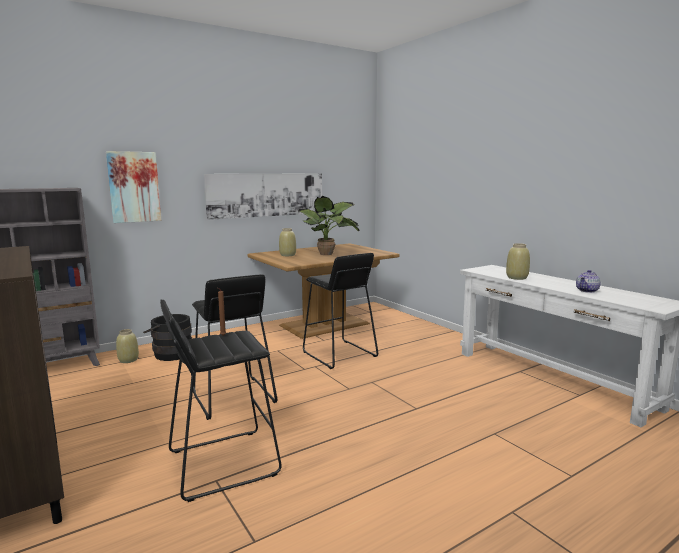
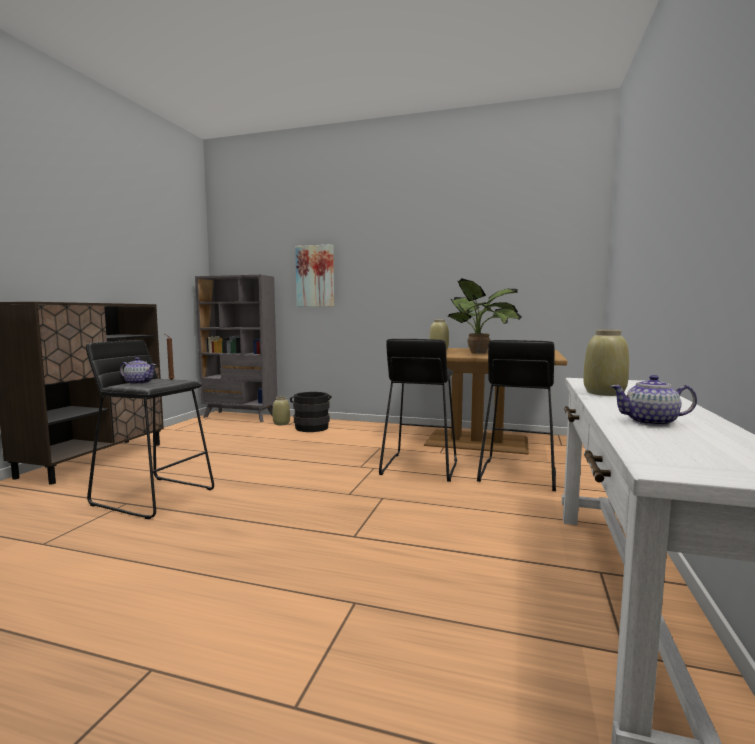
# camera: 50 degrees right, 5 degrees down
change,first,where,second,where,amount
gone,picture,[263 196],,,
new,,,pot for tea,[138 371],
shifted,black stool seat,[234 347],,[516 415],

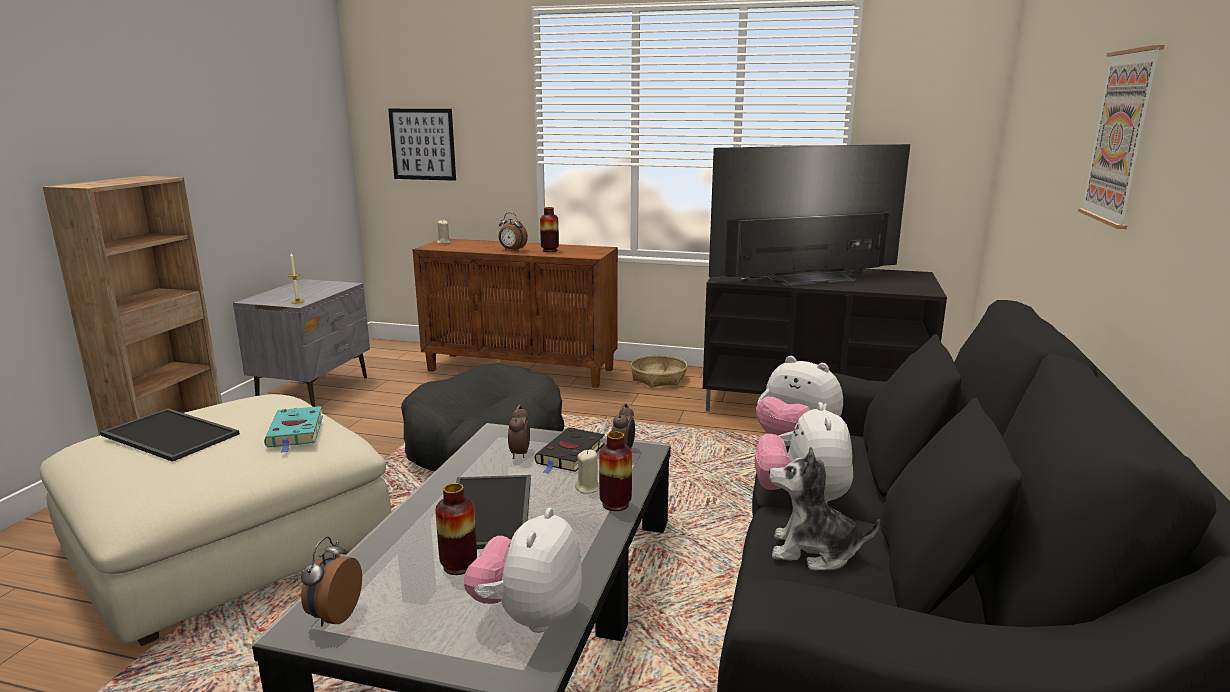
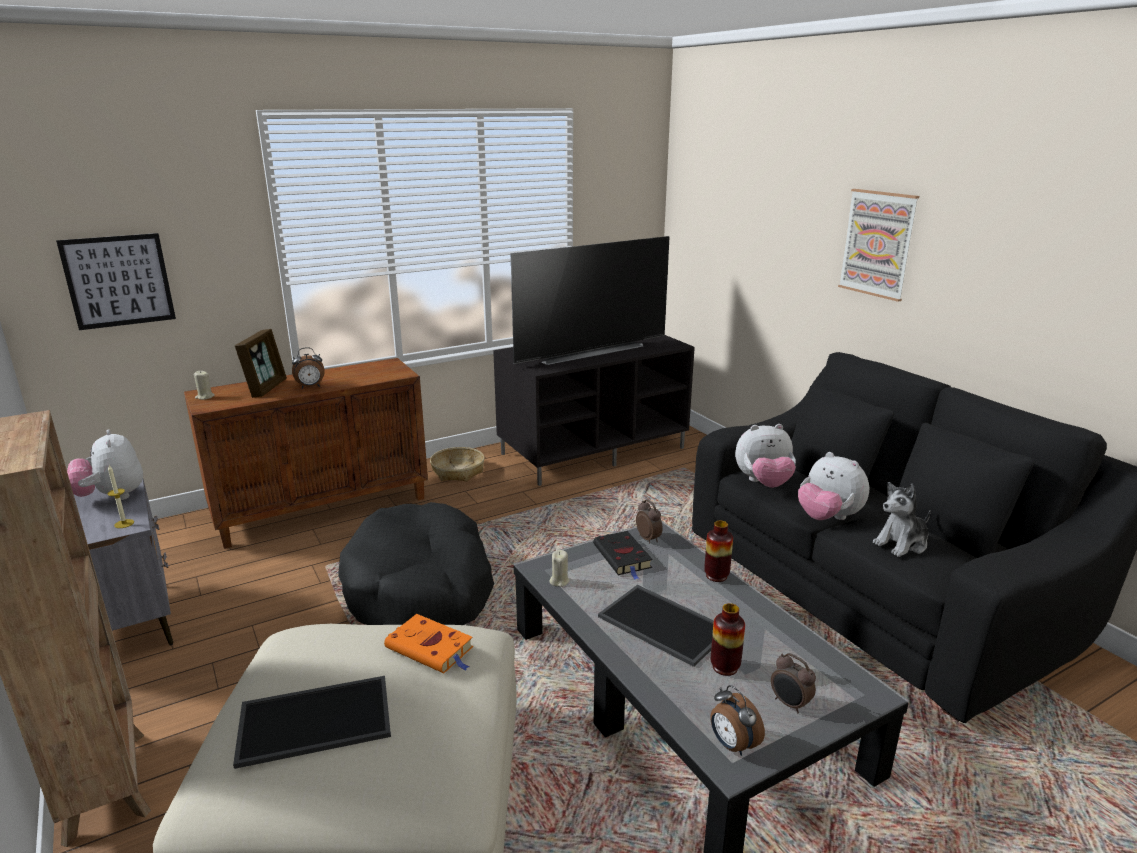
# camera: 45 degrees left, 5 degrees up
change,first,where,second,where,amount
gone,decorative vase,[549 229],,,
new,,,standing frame,[261 363],
shifted,cuddly toy,[523 570],,[105 464],
shifted,alarm clock,[519 432],,[793 683],
shifted,beige-coloured wax light,[587 471],,[560 568],
repainted,blue-green book,[293 429],orangey book,[428 643],
rotated,TV,[809 215],,[590 300],150 degrees counterclockwise

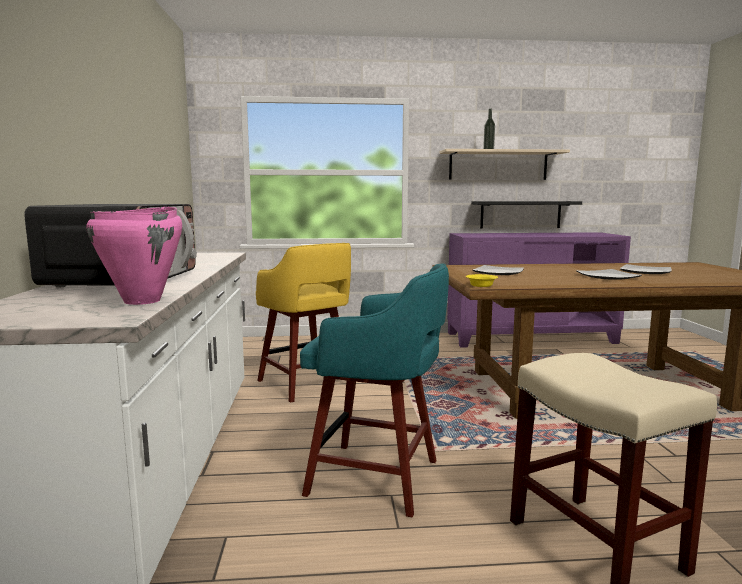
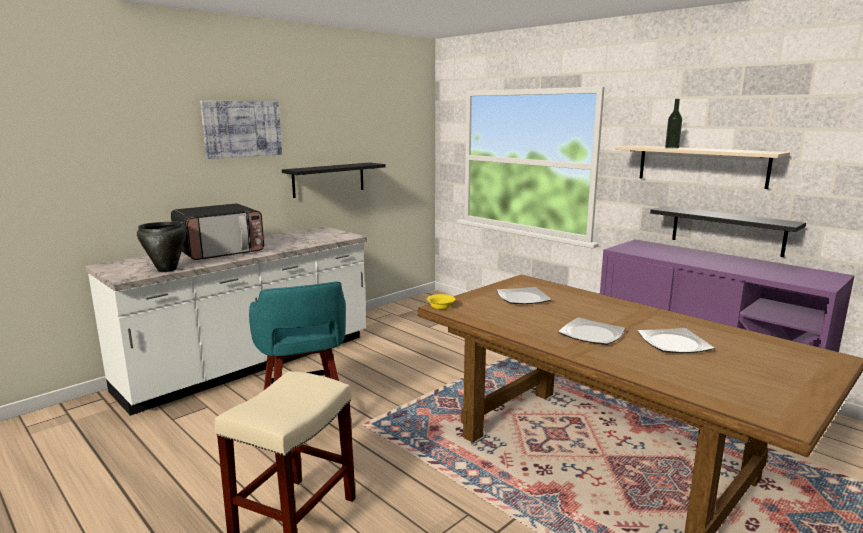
# camera: 50 degrees right, 5 degrees up
change,first,where,second,where,amount
gone,yellowish stool seat,[303 323],,,
new,,,picture,[241 130],
new,,,black wall shelf,[334 180],
repainted,pink saucepot,[134 255],black saucepot,[162 246],

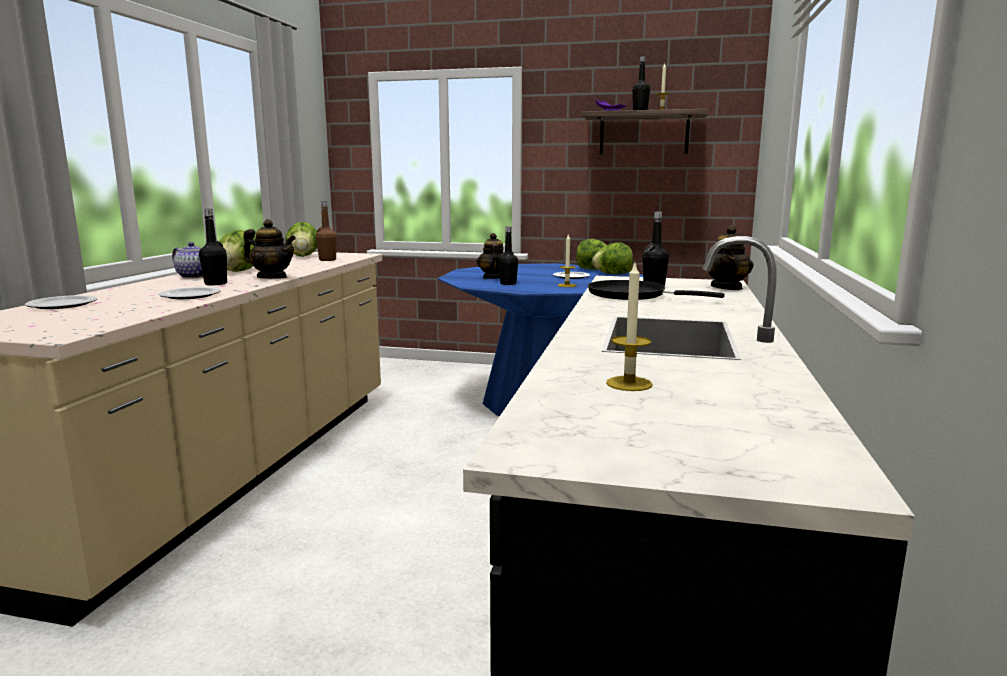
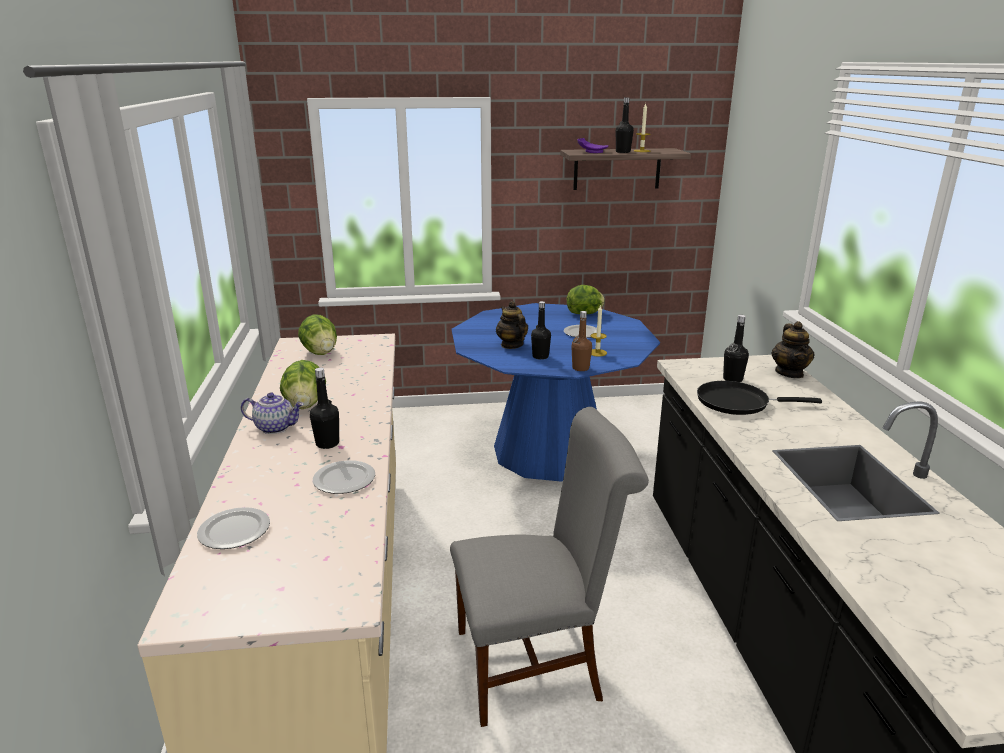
# camera: 20 degrees left, 10 degrees up
change,first,where,second,where,amount
gone,pot for tea,[270 249],,,
gone,lettuce,[612 258],,,
gone,wax light,[629 327],,,
new,,,grey plain chair,[549 567],
shifted,brown bottle,[326 231],,[581 341],

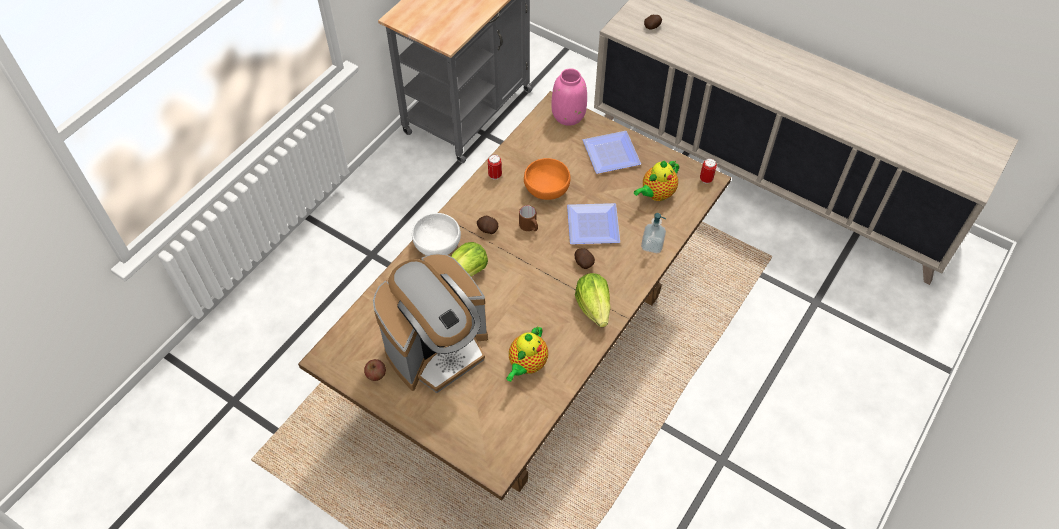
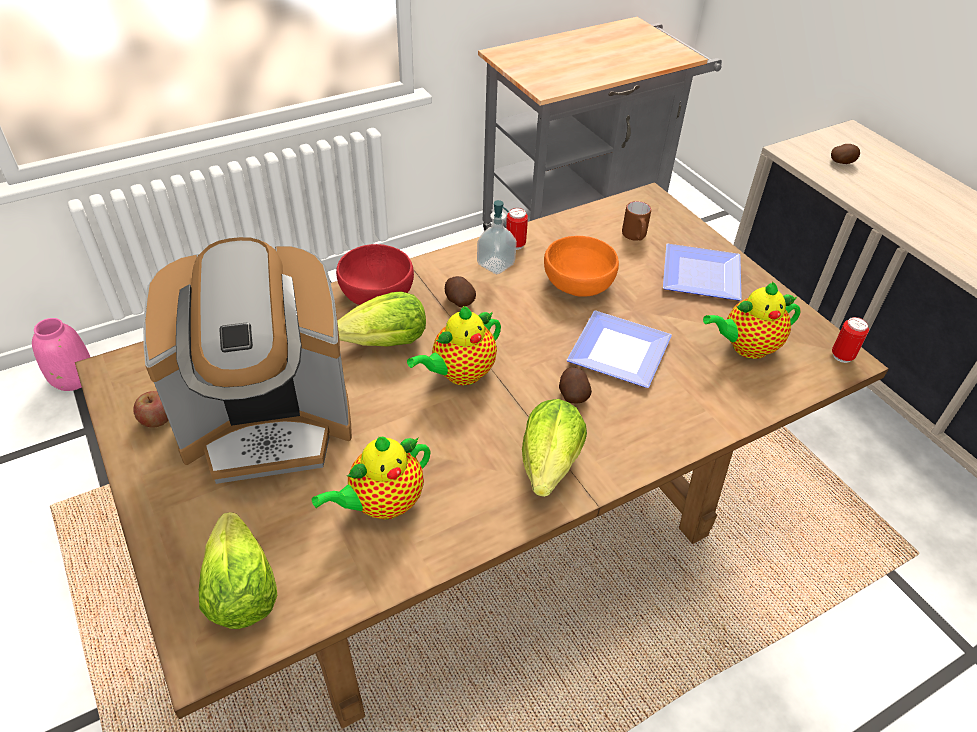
# camera: 25 degrees right, 10 degrees down
change,first,where,second,where,amount
new,,,lettuce,[238 570],
new,,,pot for tea,[454 345],
shifted,brown tea mug,[528 218],,[636 220],
shifted,pink decorative vase,[569 97],,[61 354],
shifted,soap dispenser,[653 233],,[497 237],
repainted,white serving bowl,[436 234],reddish serving bowl,[375 274],

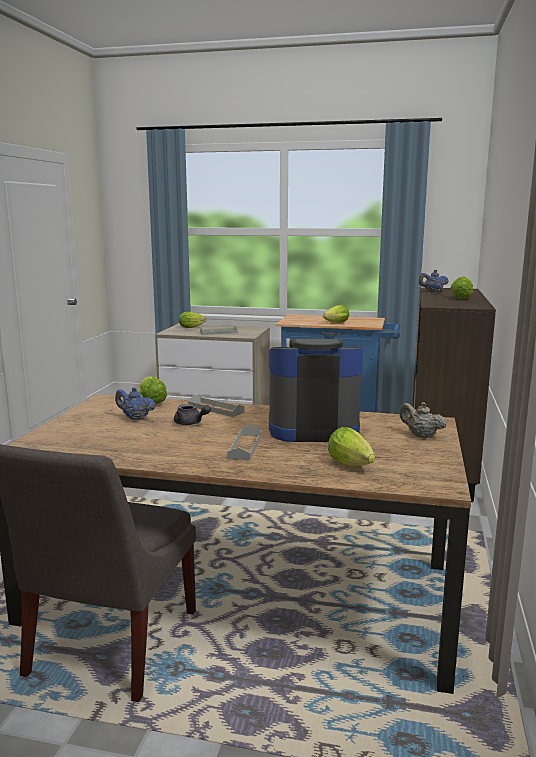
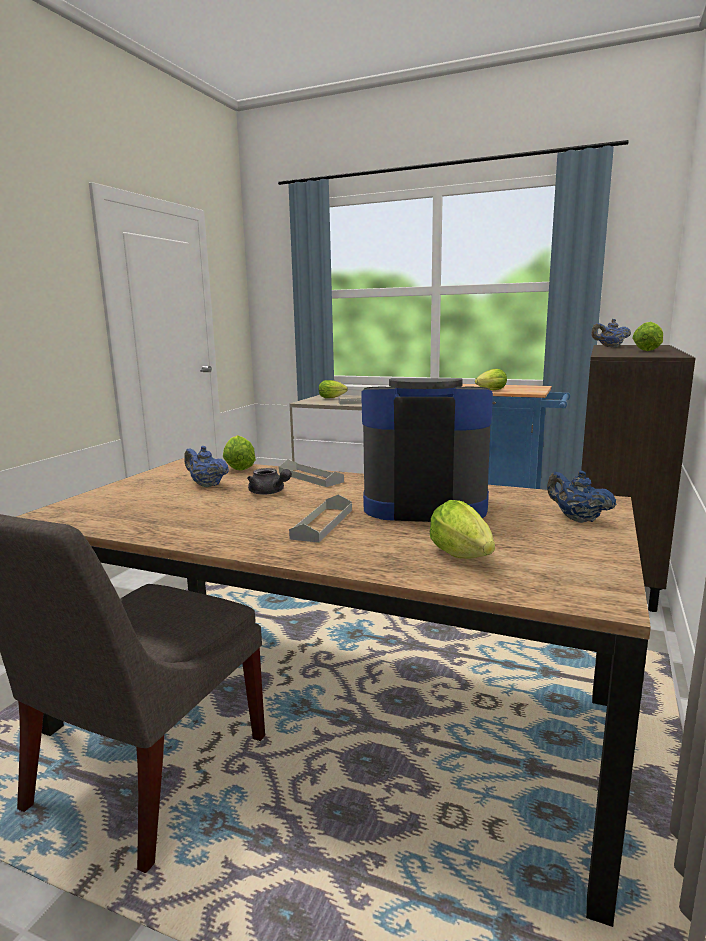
# camera: 10 degrees right, 0 degrees up
change,first,where,second,where,amount
repainted,beige-coloured pot for tea,[423 420],blue pot for tea,[581 496],

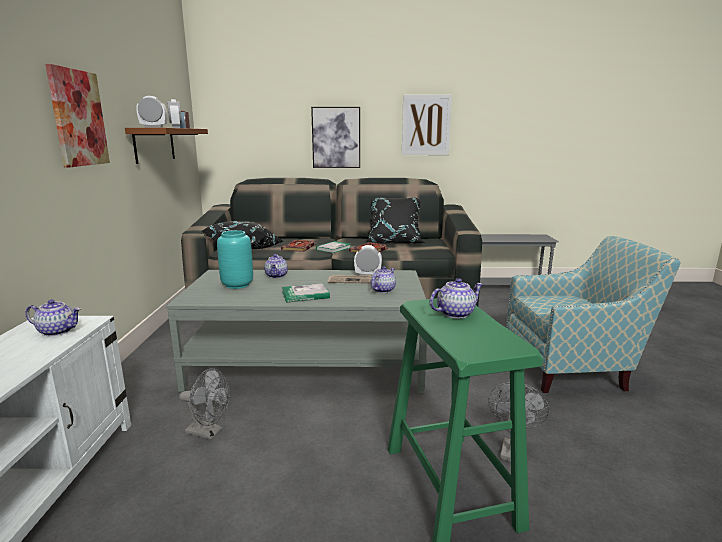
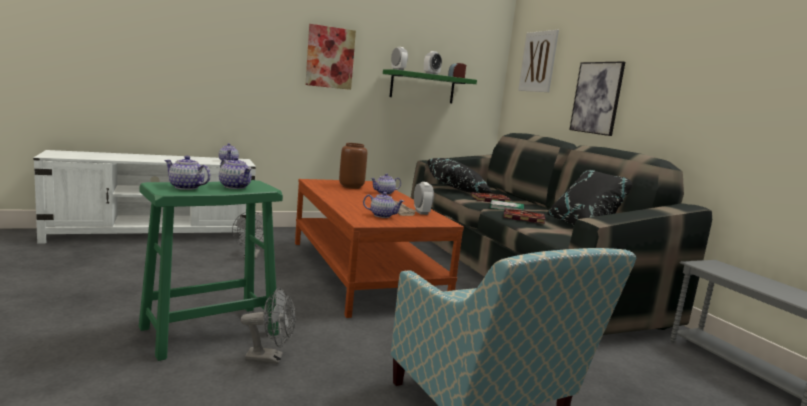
# camera: 65 degrees right, 5 degrees down
change,first,where,second,where,amount
gone,book,[306 293],,,
new,,,pot for tea,[187 173],
shifted,picture,[427 125],,[538 61],
repainted,brown wall shelf,[166 146],green-coloured wall shelf,[430 86],
repainted,grey coffee table,[296 331],brown coffee table,[379 248],
repainted,blue-green decorative vase,[235 259],brown decorative vase,[353 166],

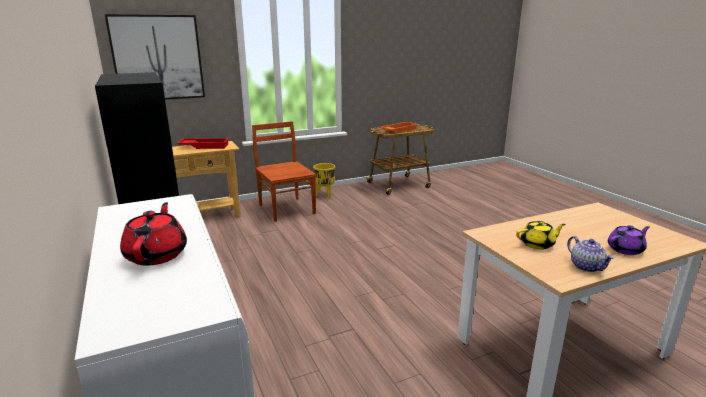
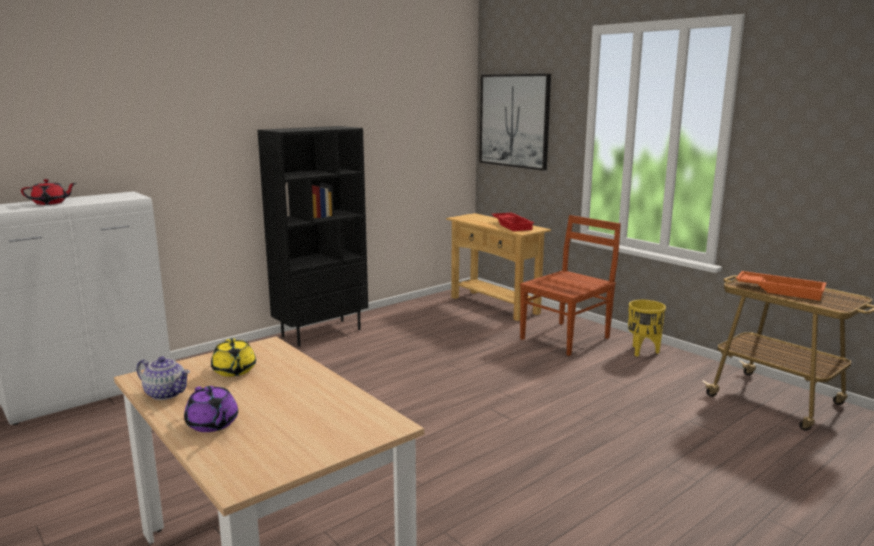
# camera: 75 degrees right, 5 degrees down
change,first,where,second,where,amount
rotated,pot for tea,[591 254],,[163 378],120 degrees counterclockwise

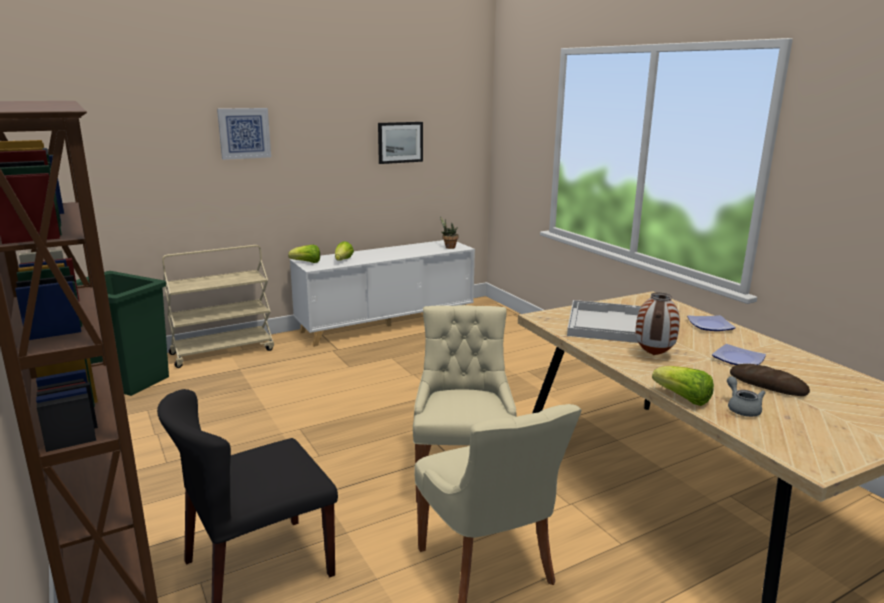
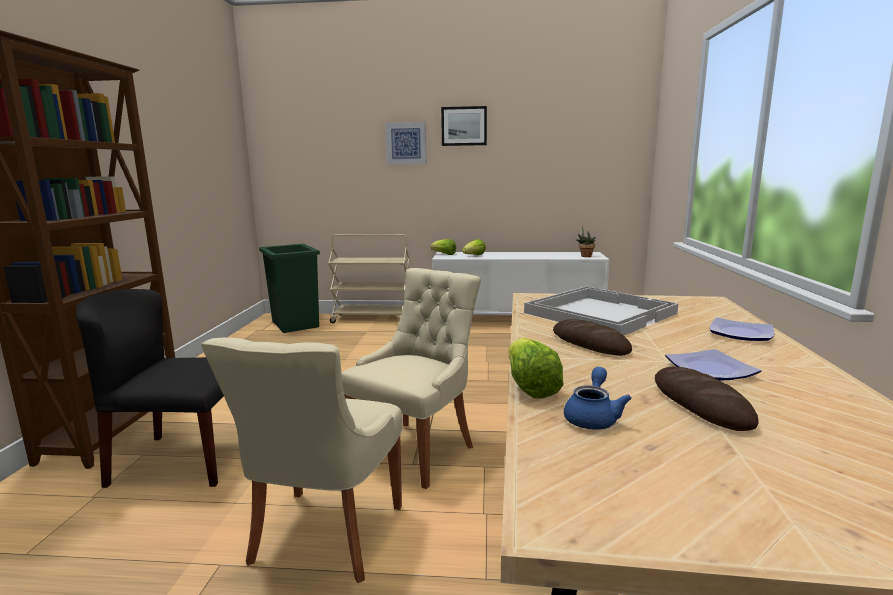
# camera: 35 degrees right, 5 degrees down
change,first,where,second,where,amount
shifted,picture,[400 143],,[464 126],
swapped,decorative vase,[657 324],bakery bread,[592 337],
repainted,grey pot for tea,[746 396],blue pot for tea,[598 398],

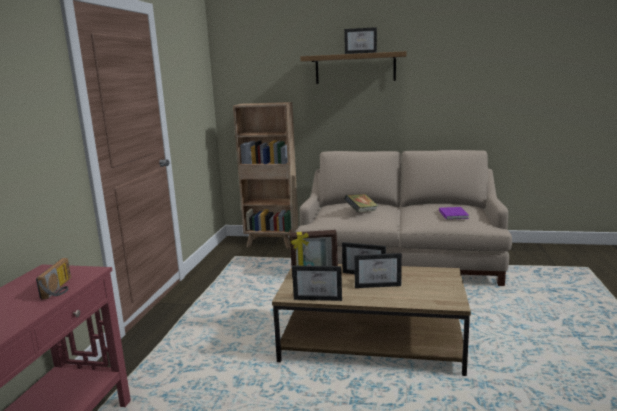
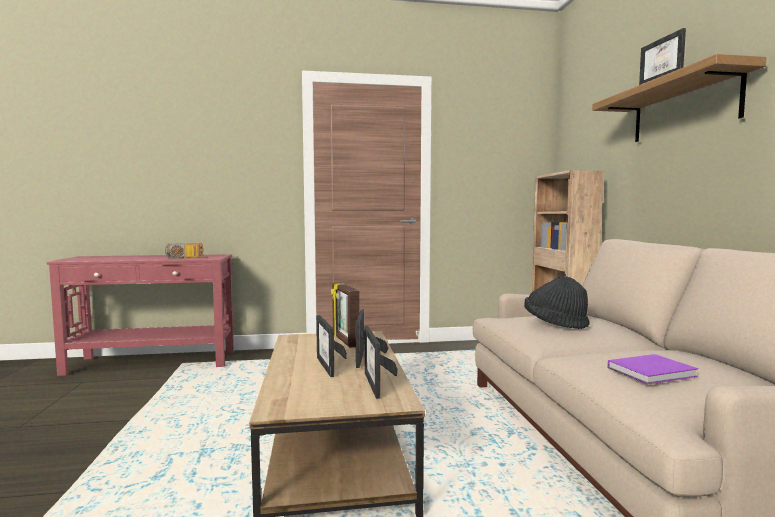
# camera: 70 degrees right, 10 degrees down
change,first,where,second,where,amount
shifted,standing frame,[317 283],,[381 362],
swapped,book,[361 203],black wearable hat,[557 302],

